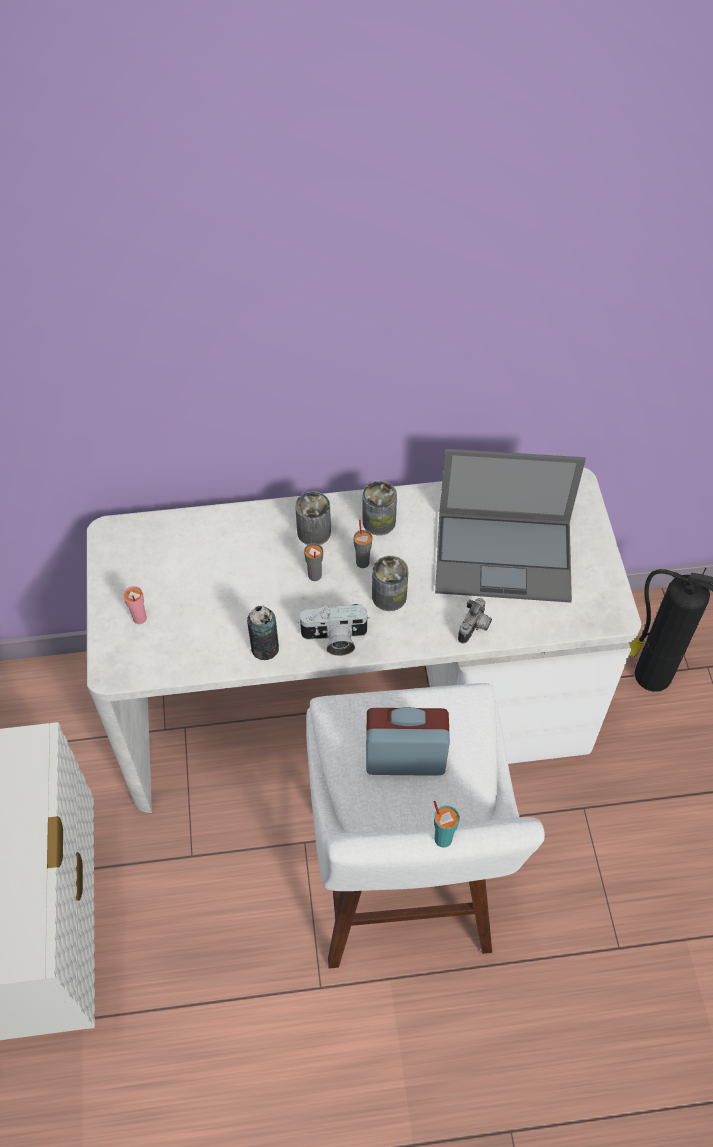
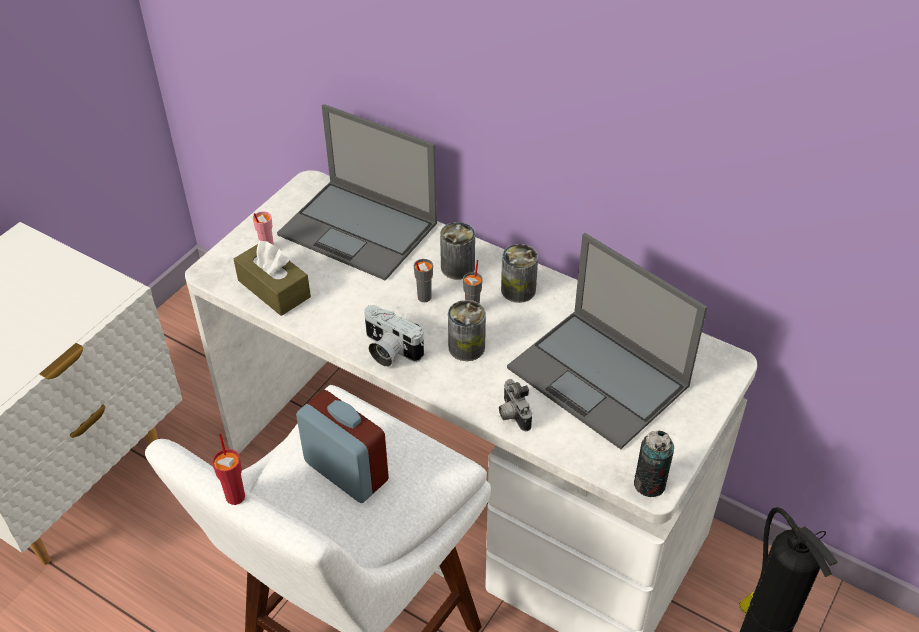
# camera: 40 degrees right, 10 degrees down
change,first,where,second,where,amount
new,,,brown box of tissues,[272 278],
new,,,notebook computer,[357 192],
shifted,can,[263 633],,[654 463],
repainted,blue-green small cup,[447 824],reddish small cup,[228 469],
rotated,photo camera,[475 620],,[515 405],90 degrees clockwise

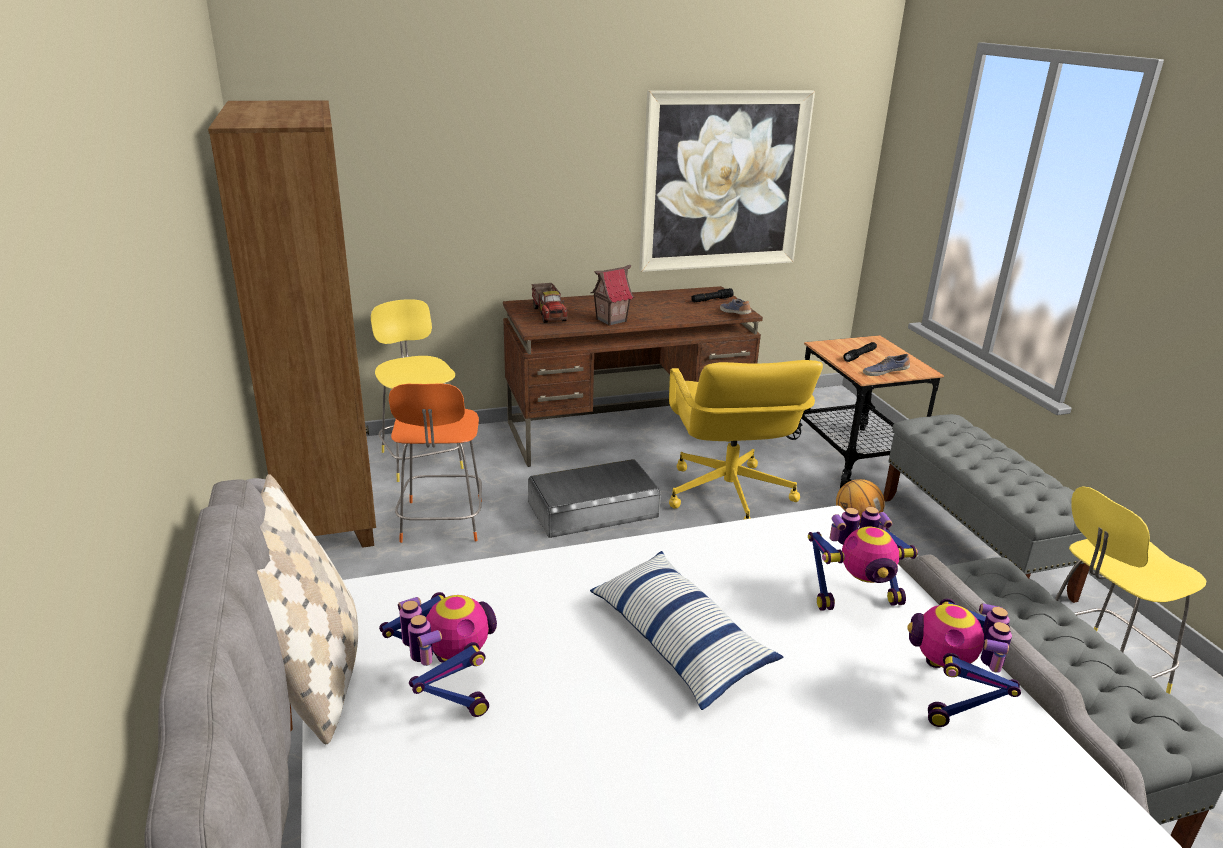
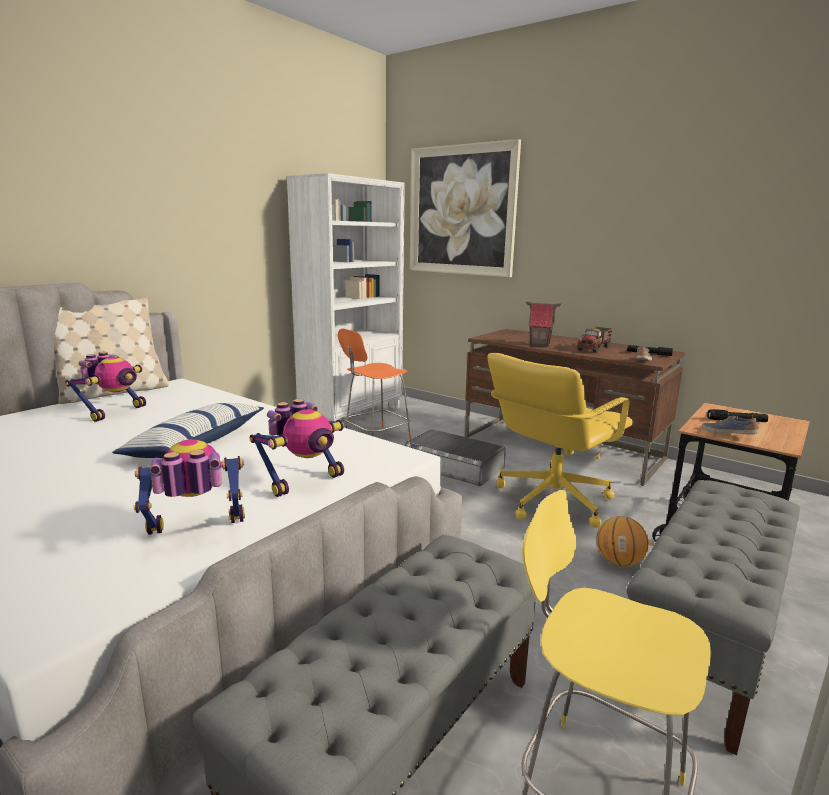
# camera: 55 degrees right, 10 degrees down
change,first,where,second,where,amount
gone,yellowish stool seat,[417 390],,,
shifted,model truck,[550 303],,[595 340],
shifted,picture,[727 181],,[465 208],
repainted,brown bookshelf,[292 324],white bookshelf,[345 297],
rotated,toy robot,[863 559],,[296 448],90 degrees counterclockwise

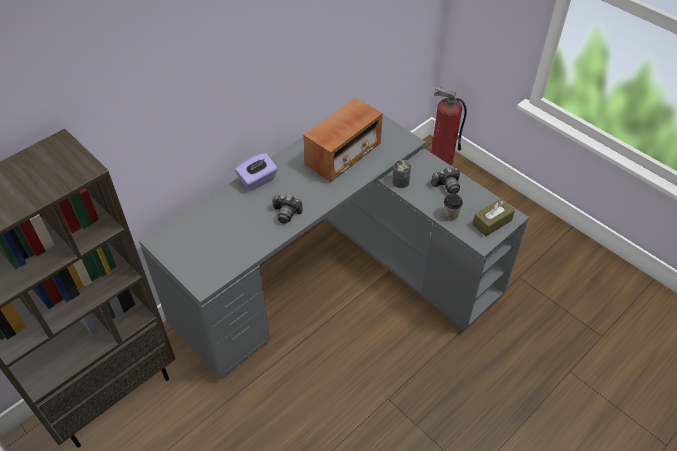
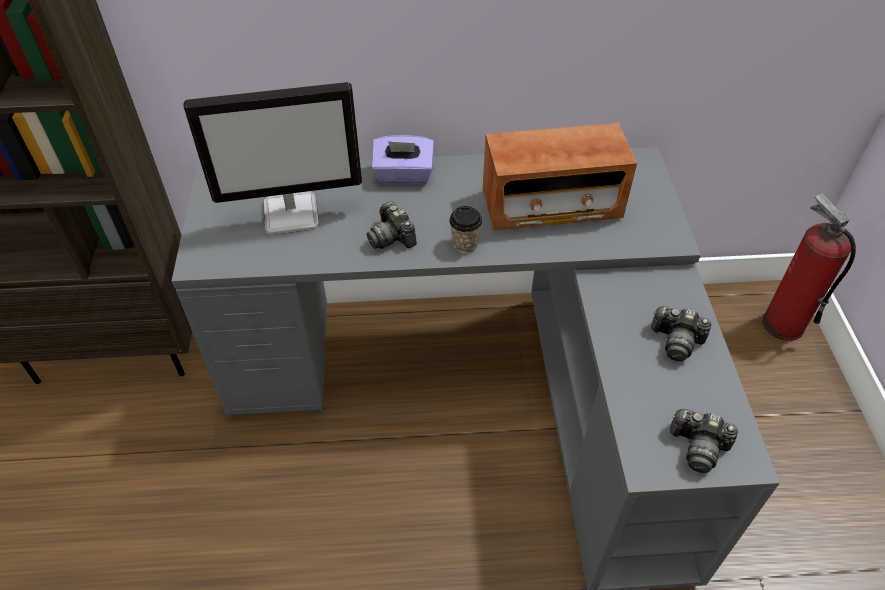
# camera: 40 degrees right, 0 degrees up
change,first,where,second,where,amount
gone,can,[401 174],,,
new,,,computer display,[272 158],
shifted,small cup,[453 207],,[465 229],
swapped,brown box of tissues,[493 218],photo camera,[704 441],

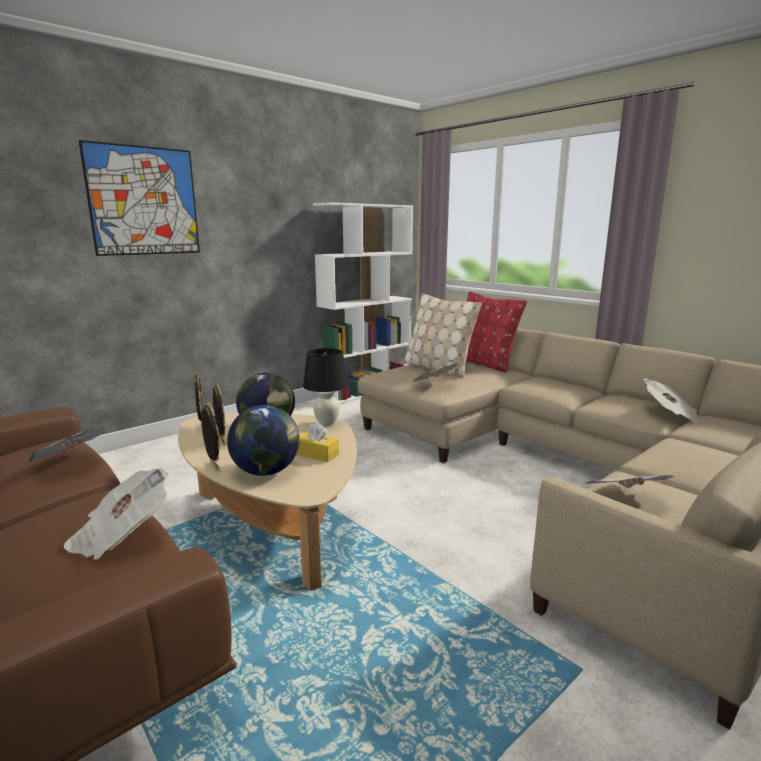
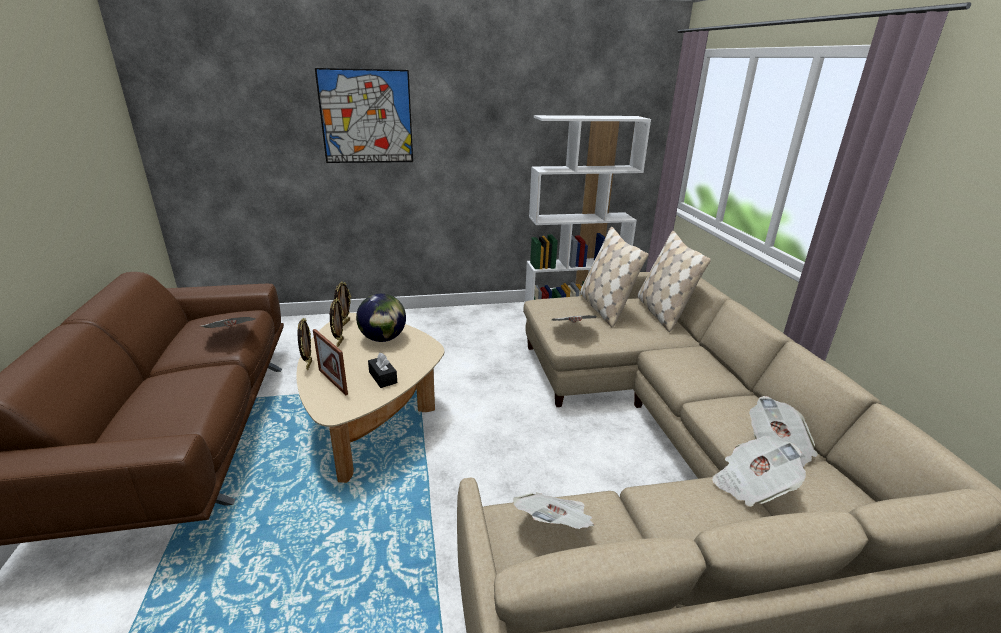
# camera: 30 degrees right, 10 degrees up
change,first,where,second,where,amount
gone,black tabletop lamp,[325 387],,,
shifted,printed paper,[116 514],,[759 471],
swapped,globe,[263 440],standing frame,[330 362],
repainted,yellowish box of tissues,[317 442],black box of tissues,[382 370],
repainted,reddish pillow,[496 332],beige-coloured pillow,[674 281],

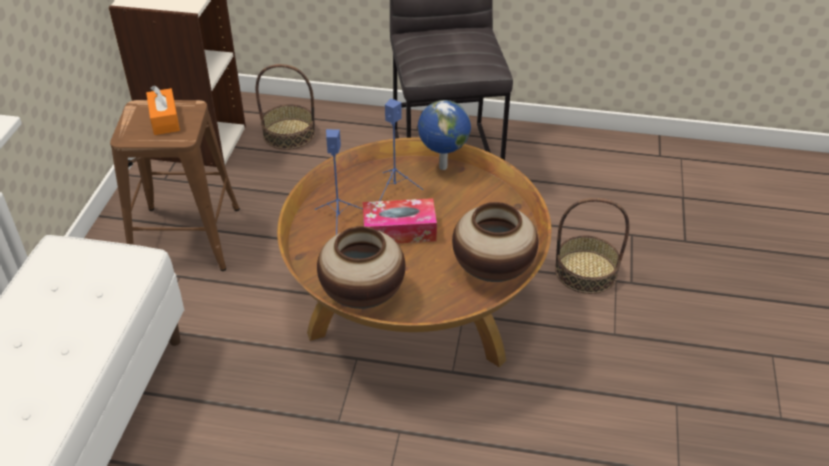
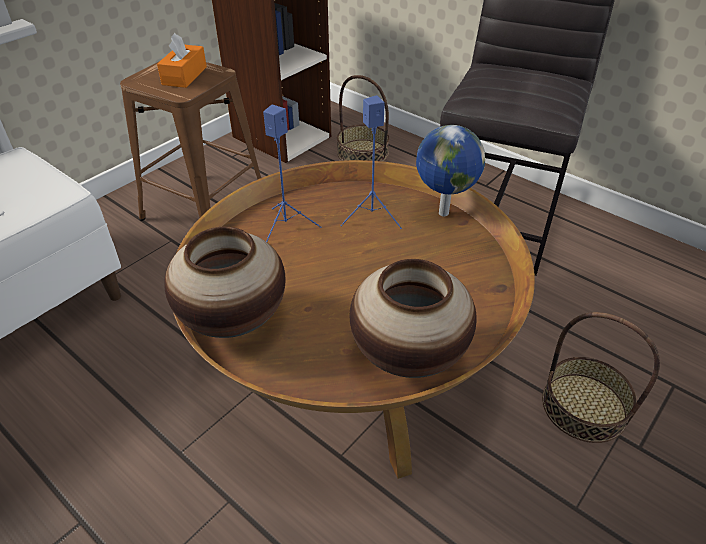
# camera: 30 degrees right, 0 degrees up
change,first,where,second,where,amount
gone,box of tissues,[400 220],,,

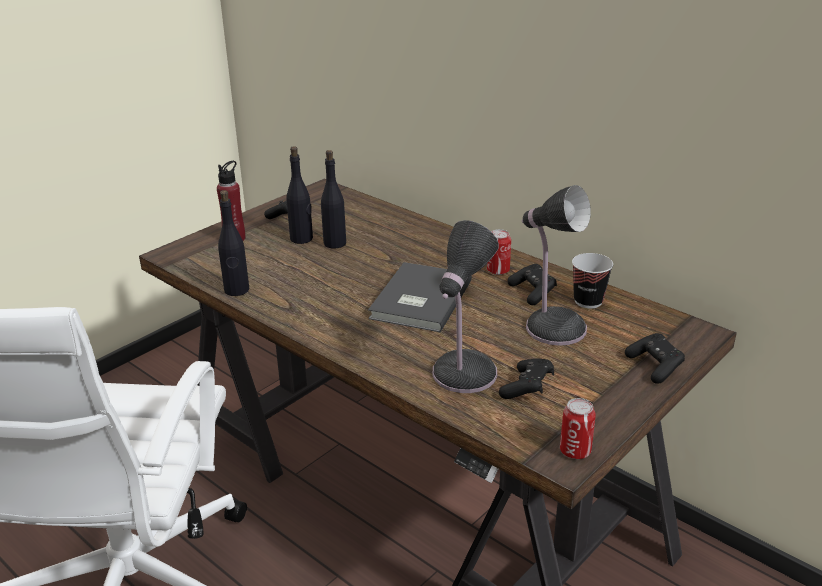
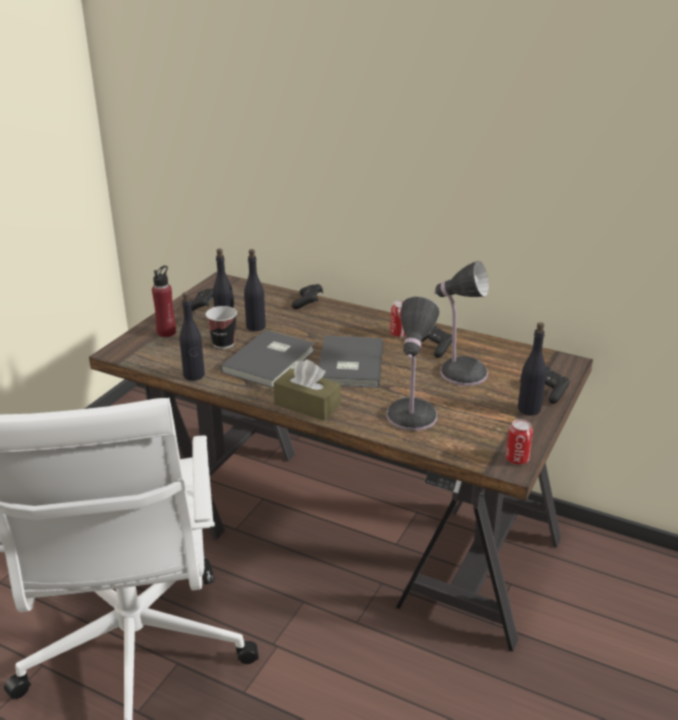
# camera: 15 degrees left, 0 degrees up
change,first,where,second,where,amount
new,,,grey book,[267 359],
new,,,brown box of tissues,[306 390],
new,,,black bottle,[532 368],
shifted,black joypad,[526 378],,[307 296],
shifted,small cup,[592 280],,[221 327],

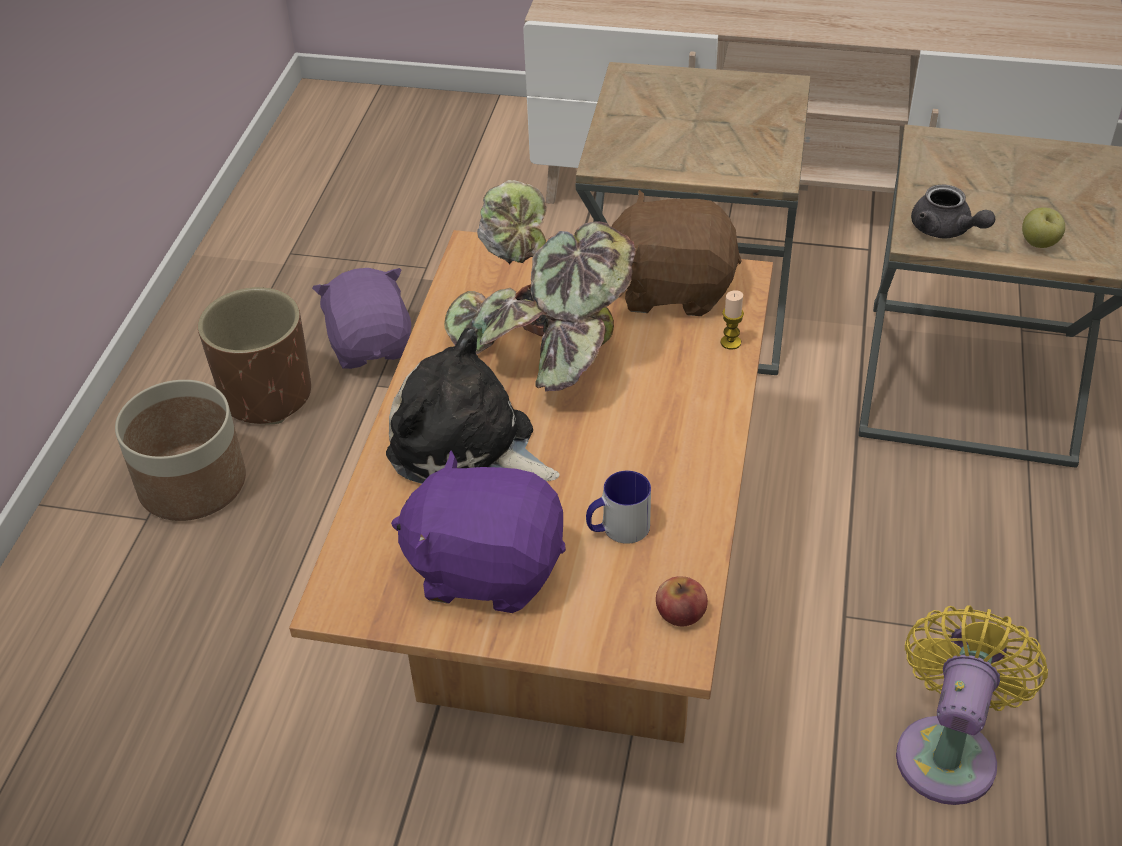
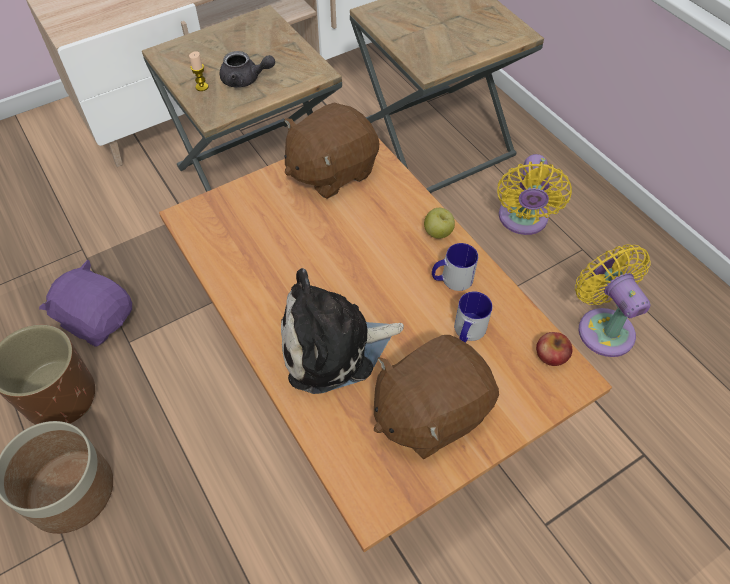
# camera: 45 degrees left, 10 degrees up
change,first,where,second,where,amount
gone,plant in a pot,[540 286],,,
new,,,tea mug,[455 267],
new,,,yellowish cooling fan,[534 194],
shifted,wax light,[732 320],,[198 71],
shifted,grey pot for tea,[953 211],,[247 69],
shifted,apple,[1043 227],,[439 223],
repainted,purple cuddly toy,[478 532],brown cuddly toy,[436 397],

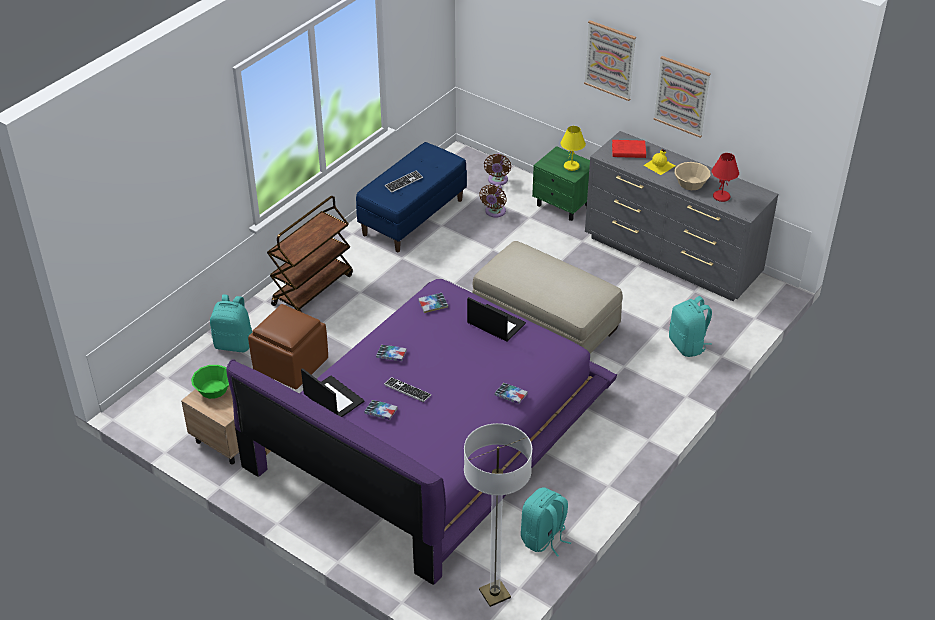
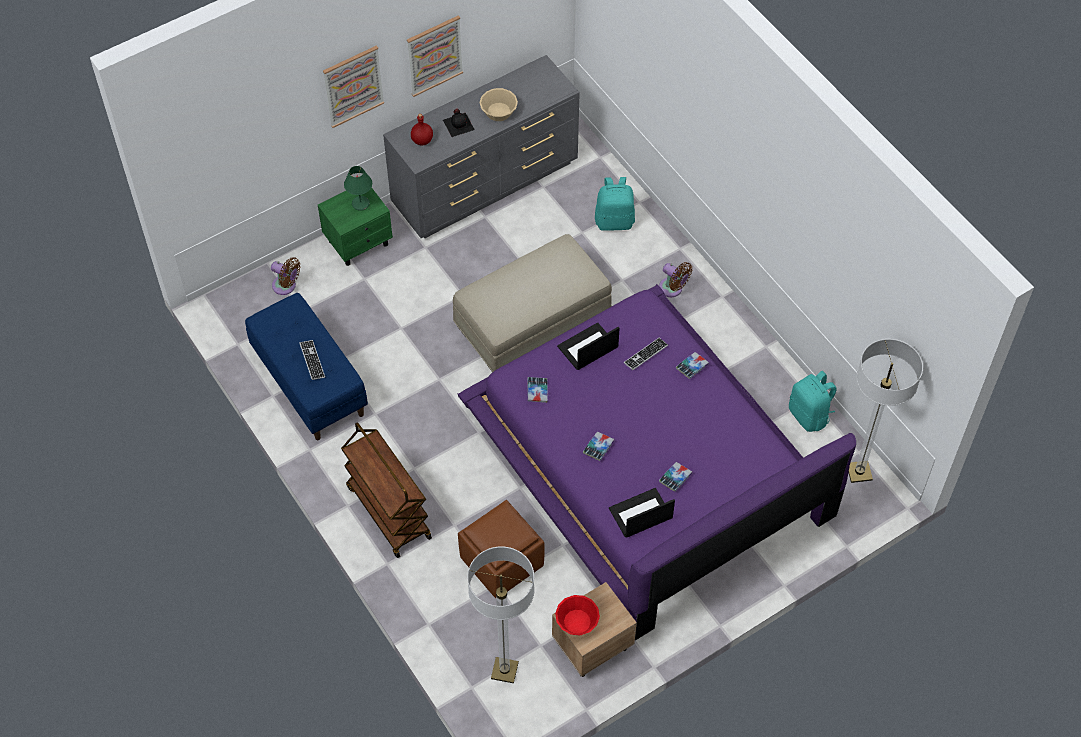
# camera: 70 degrees left, 15 degrees up
change,first,where,second,where,amount
gone,blue-green backpack,[231 323],,,
gone,reddish tabletop lamp,[725 177],,,
new,,,standard lamp,[501 614],
shifted,PC keyboard,[408 389],,[646 354],
shifted,brown cooling fan,[493 201],,[675 279],
swapped,reddish book,[629 149],reddish bottle,[422 129],
repainted,green-coloured serving bowl,[210 382],reddish serving bowl,[577 615],
repainted,yellowish tabletop lamp,[573 148],green-coloured tabletop lamp,[358 188],
repainted,yellowish bottle,[659 162],black bottle,[459 123],

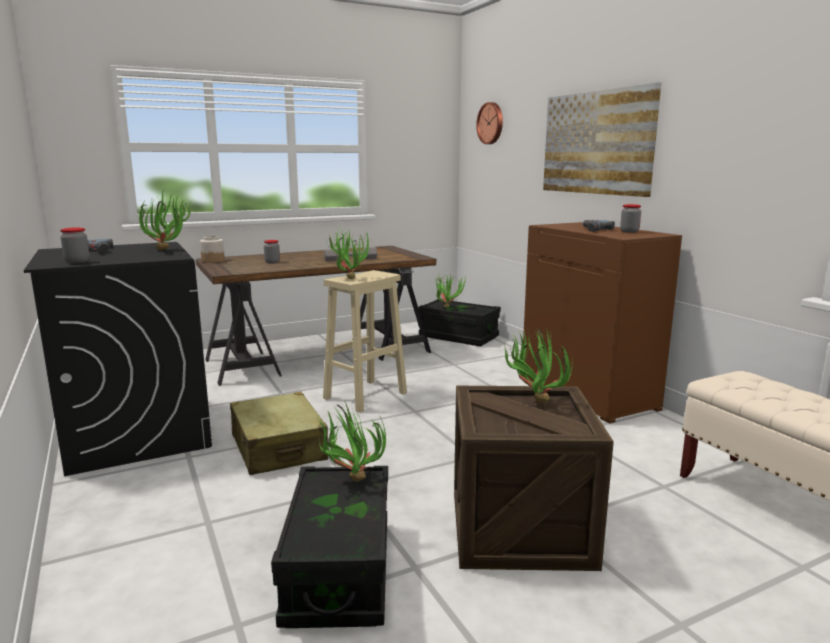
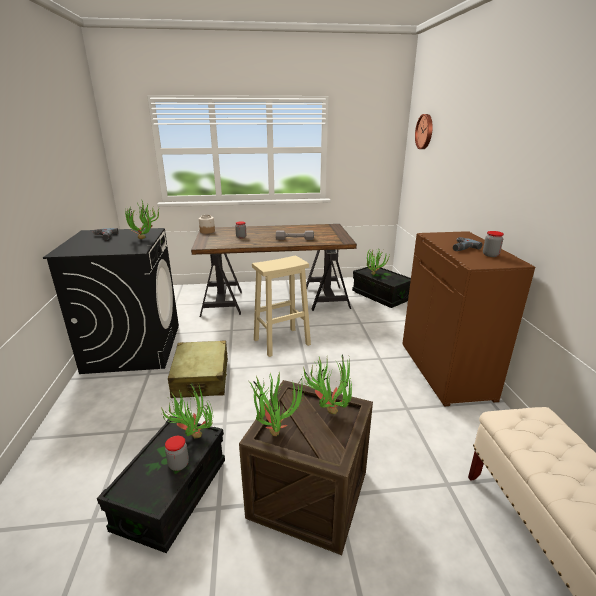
# camera: 20 degrees right, 10 degrees up
change,first,where,second,where,amount
gone,picture,[602 139],,,
shifted,storage jar,[75 245],,[177 453],
shifted,plant in a pot,[348 253],,[277 404],

